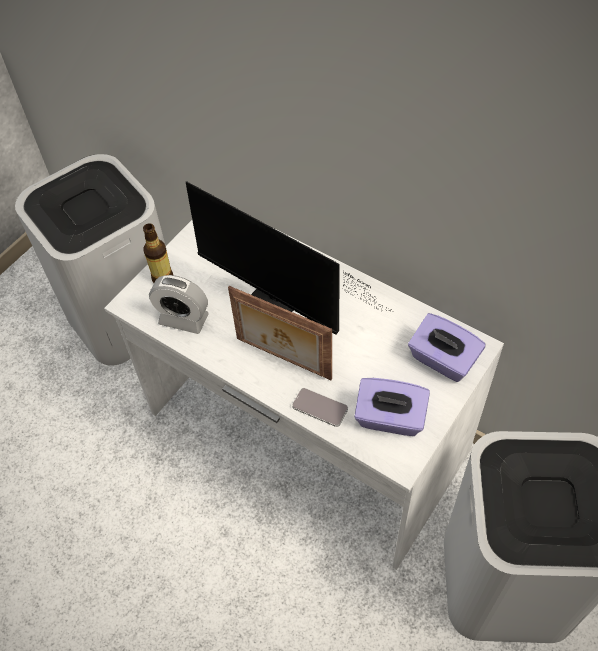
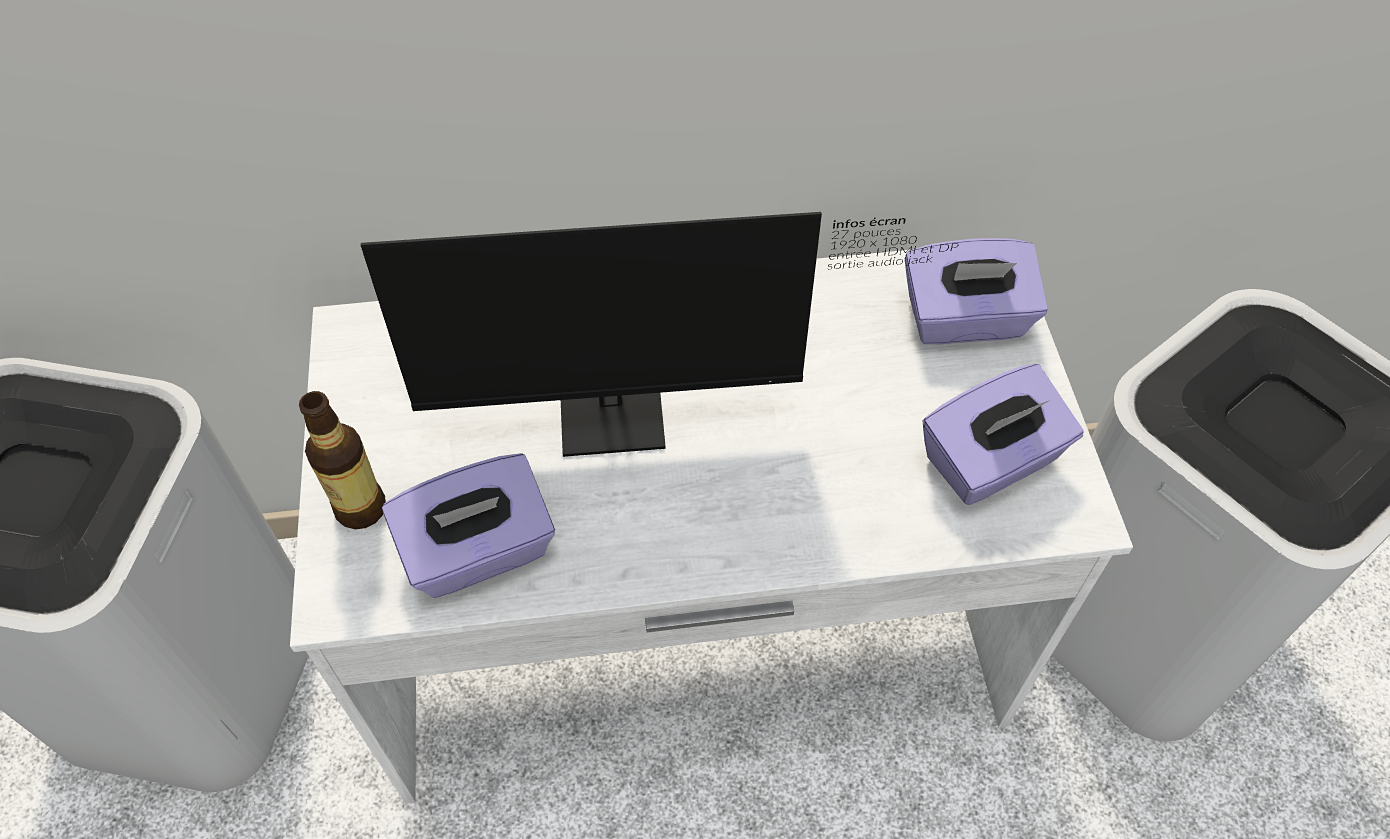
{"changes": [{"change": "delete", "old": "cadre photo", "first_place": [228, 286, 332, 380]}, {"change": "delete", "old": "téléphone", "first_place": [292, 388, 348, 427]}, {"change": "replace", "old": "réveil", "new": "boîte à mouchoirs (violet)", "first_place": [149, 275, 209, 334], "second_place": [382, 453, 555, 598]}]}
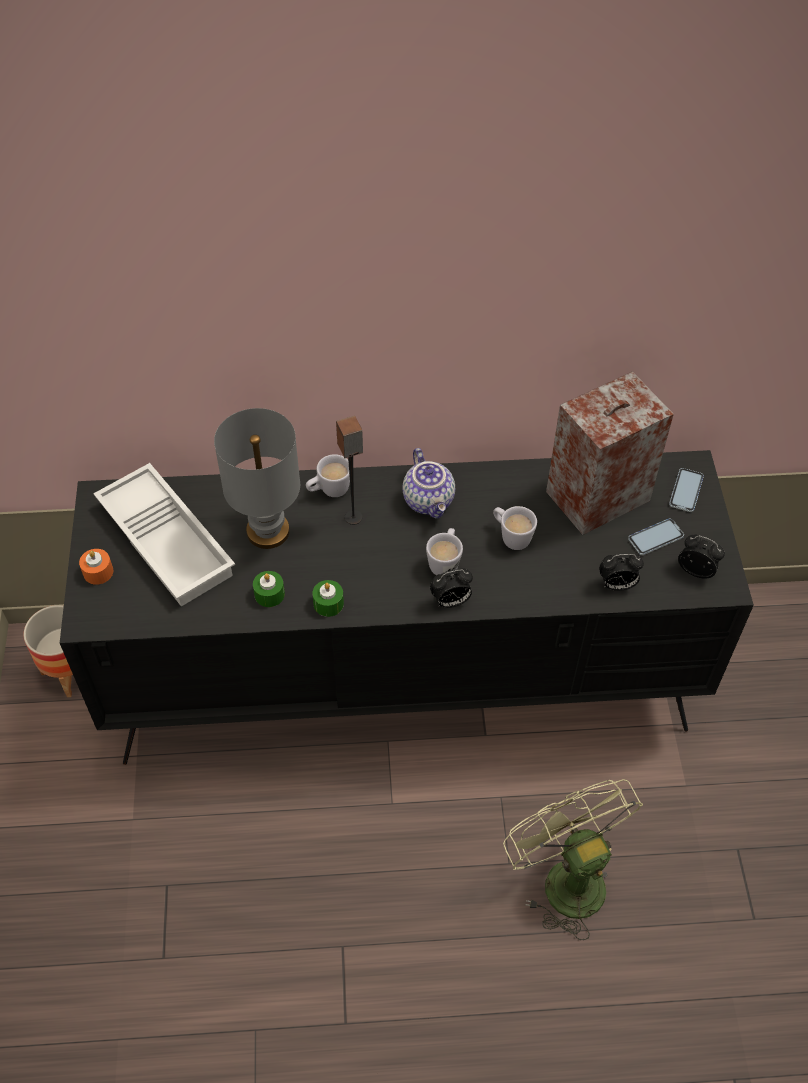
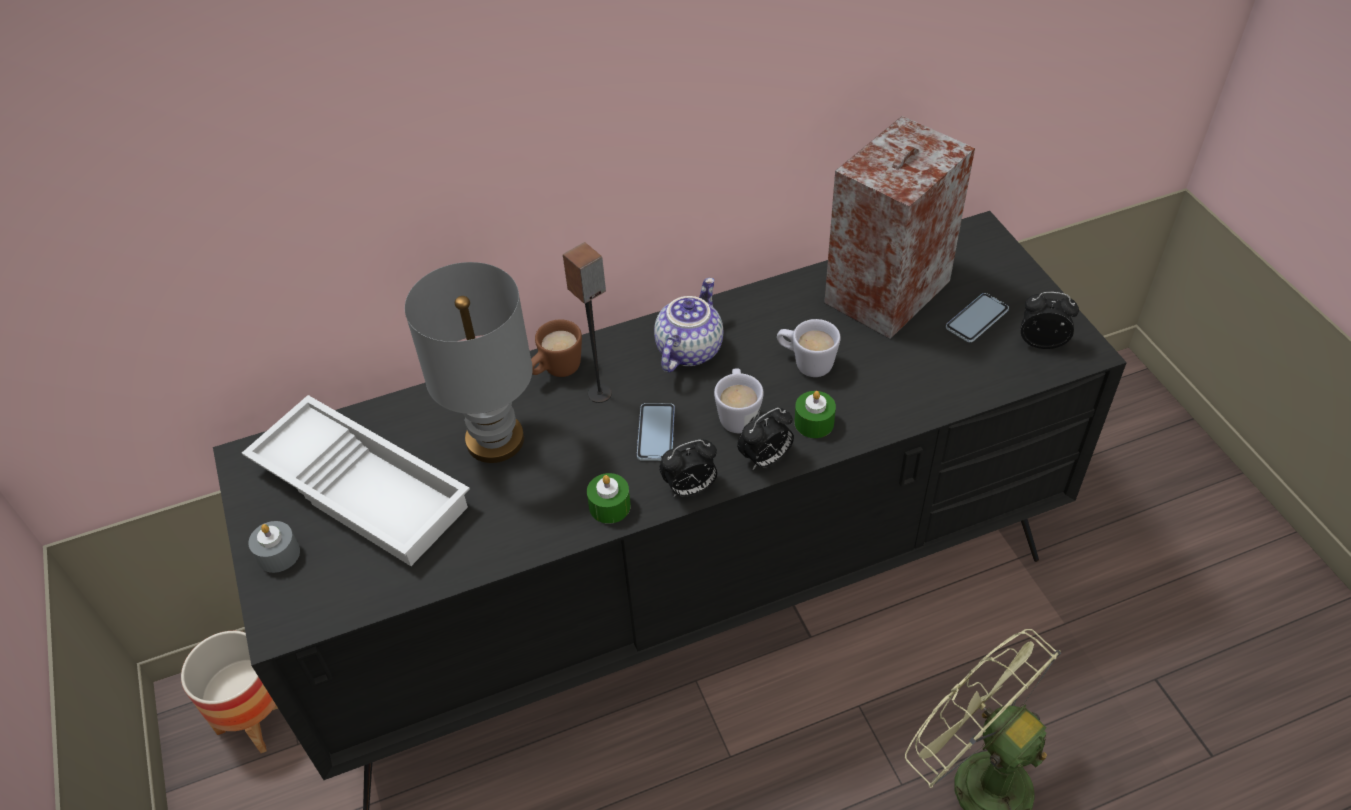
{"changes": [{"change": "move", "old": "bougie (vert)", "first_place": [253, 571, 285, 607], "second_place": [794, 391, 836, 438]}, {"change": "move", "old": "réveil", "first_place": [599, 554, 644, 591], "second_place": [659, 440, 717, 497]}, {"change": "move", "old": "téléphone", "first_place": [669, 468, 704, 512], "second_place": [637, 403, 675, 461]}, {"change": "recolor", "old": "bougie (orange)", "new": "bougie (gris)", "first_place": [79, 549, 113, 585], "second_place": [248, 521, 300, 573]}, {"change": "recolor", "old": "mug (blanc)", "new": "mug (marron)", "first_place": [306, 454, 350, 497], "second_place": [531, 319, 582, 377]}, {"change": "rotate", "old": "théière", "first_place": [403, 448, 455, 518], "second_place": [654, 278, 723, 372], "degrees": -120}]}
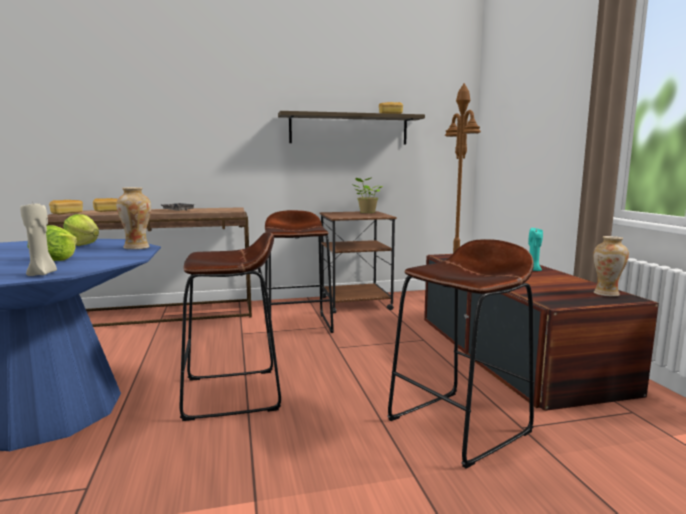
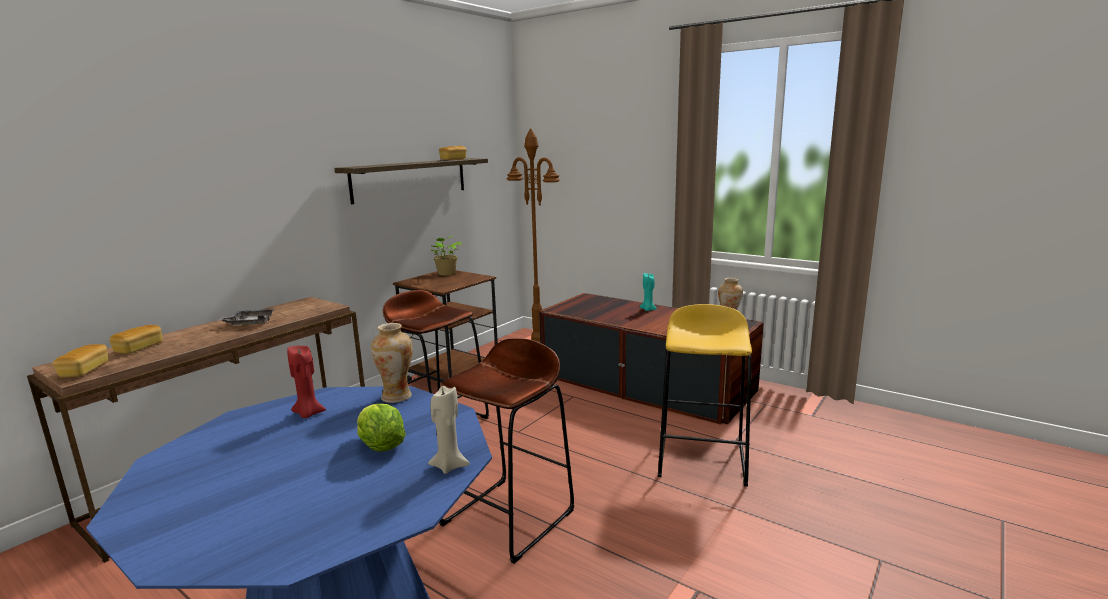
{"changes": [{"change": "replace", "old": "laitue", "new": "bougie (rouge)", "first_place": [63, 214, 99, 246], "second_place": [287, 345, 326, 418]}, {"change": "recolor", "old": "tabouret (marron)", "new": "tabouret (jaune)", "first_place": [387, 239, 534, 469], "second_place": [658, 304, 752, 486]}]}
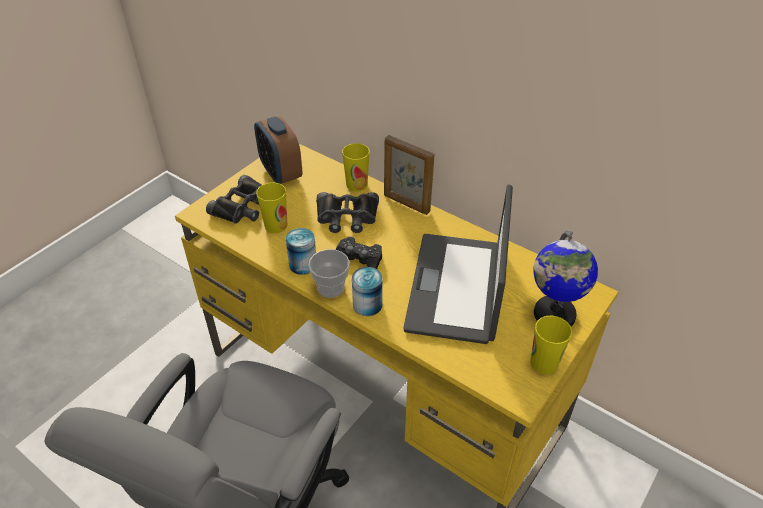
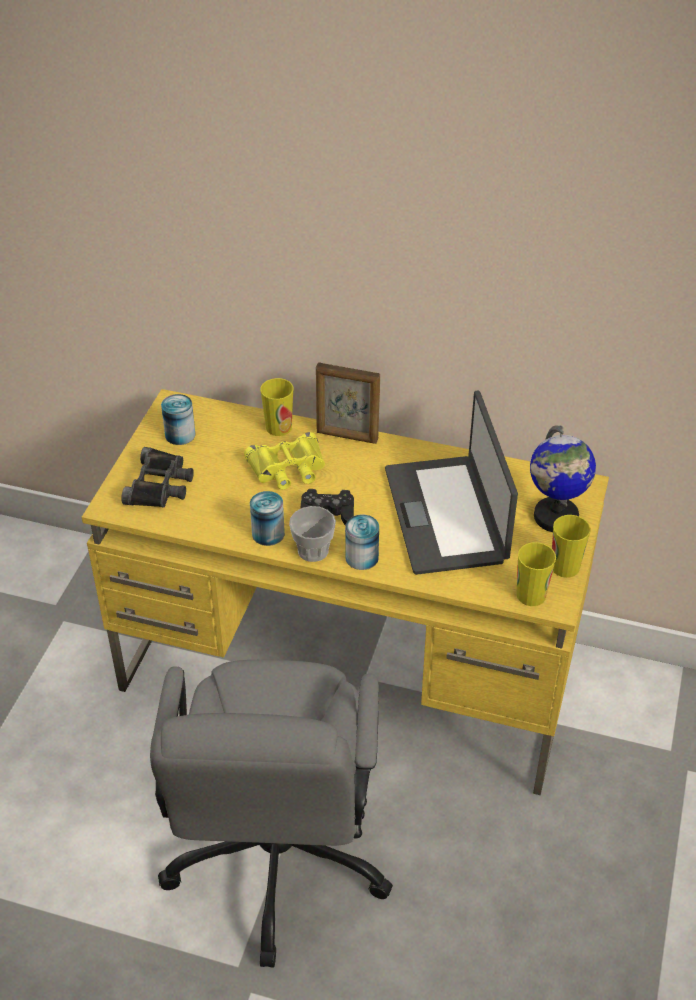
{"changes": [{"change": "move", "old": "tasse", "first_place": [256, 182, 287, 233], "second_place": [517, 542, 556, 606]}, {"change": "replace", "old": "réveil", "new": "boîte métallique", "first_place": [254, 116, 303, 184], "second_place": [161, 394, 196, 445]}, {"change": "recolor", "old": "jumelles (noir)", "new": "jumelles (jaune)", "first_place": [316, 192, 379, 233], "second_place": [244, 432, 325, 490]}]}
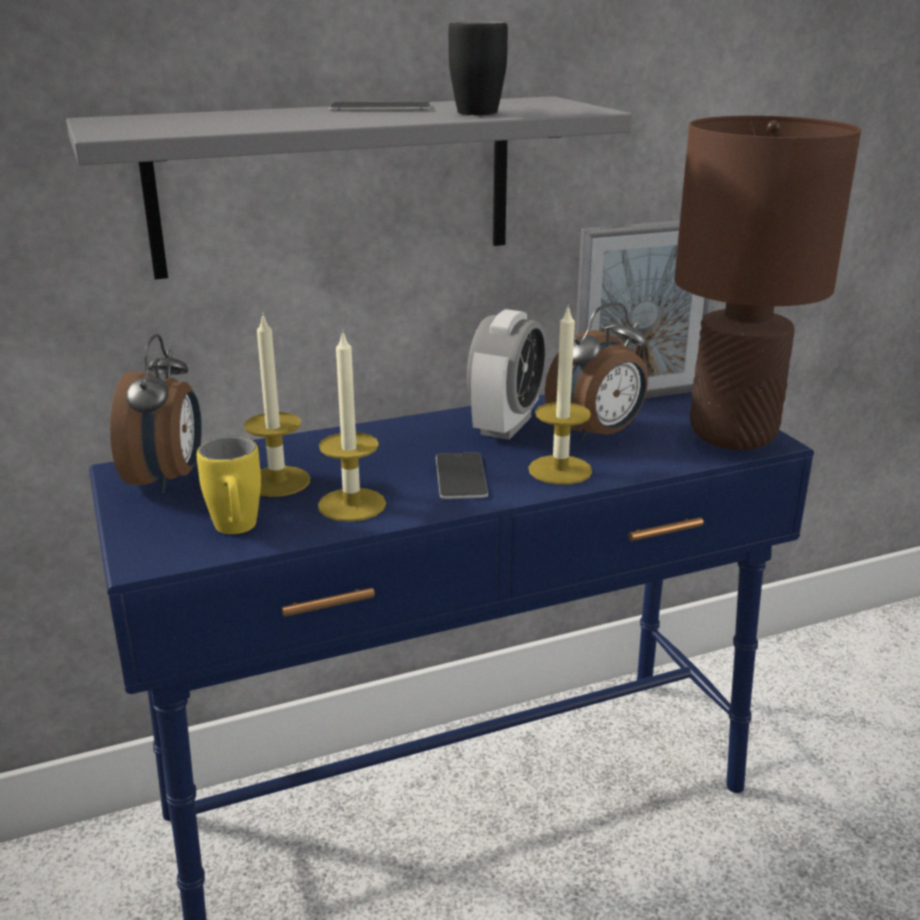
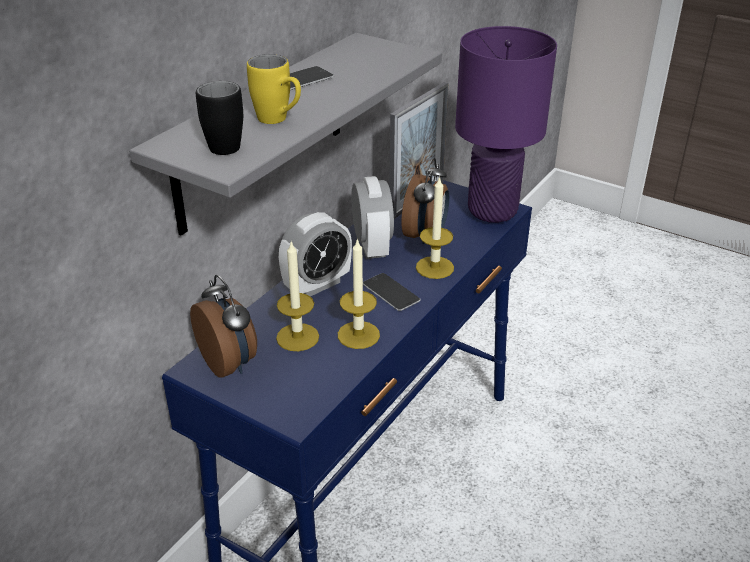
{"changes": [{"change": "insert", "new": "réveil", "second_place": [279, 212, 352, 296]}, {"change": "move", "old": "mug (jaune)", "first_place": [197, 436, 261, 534], "second_place": [247, 54, 301, 124]}, {"change": "move", "old": "mug (noir)", "first_place": [448, 21, 508, 115], "second_place": [196, 81, 243, 155]}, {"change": "recolor", "old": "lampe de table (marron)", "new": "lampe de table (violet)", "first_place": [674, 115, 861, 450], "second_place": [455, 26, 557, 223]}]}
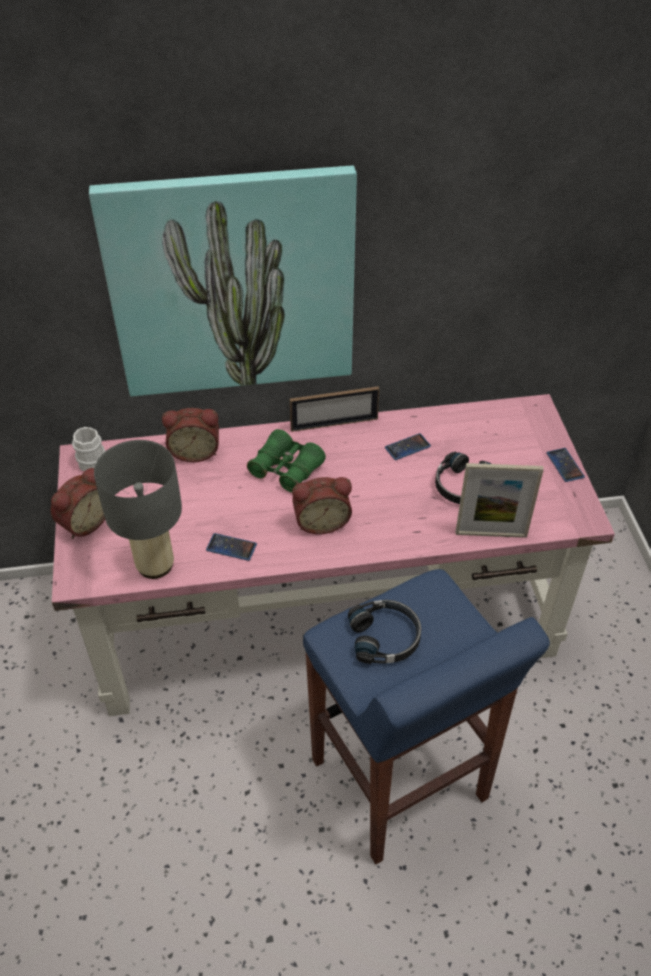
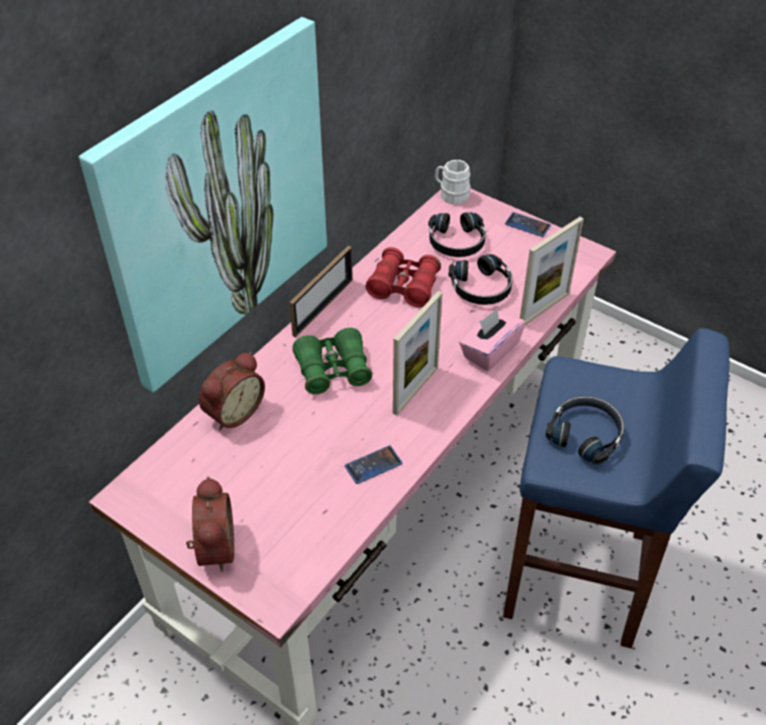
{"changes": [{"change": "delete", "old": "lampe de table (gris)", "first_place": [94, 440, 182, 579]}, {"change": "insert", "new": "casque audio (noir)", "second_place": [428, 212, 486, 257]}, {"change": "insert", "new": "boîte à mouchoirs (rose)", "second_place": [459, 308, 525, 371]}, {"change": "move", "old": "mug (blanc)", "first_place": [72, 427, 105, 471], "second_place": [435, 160, 471, 204]}, {"change": "replace", "old": "réveil", "new": "cadre photo", "first_place": [292, 477, 352, 534], "second_place": [393, 291, 443, 415]}, {"change": "replace", "old": "téléphone", "new": "jumelles (rouge)", "first_place": [385, 433, 431, 460], "second_place": [366, 247, 441, 307]}]}
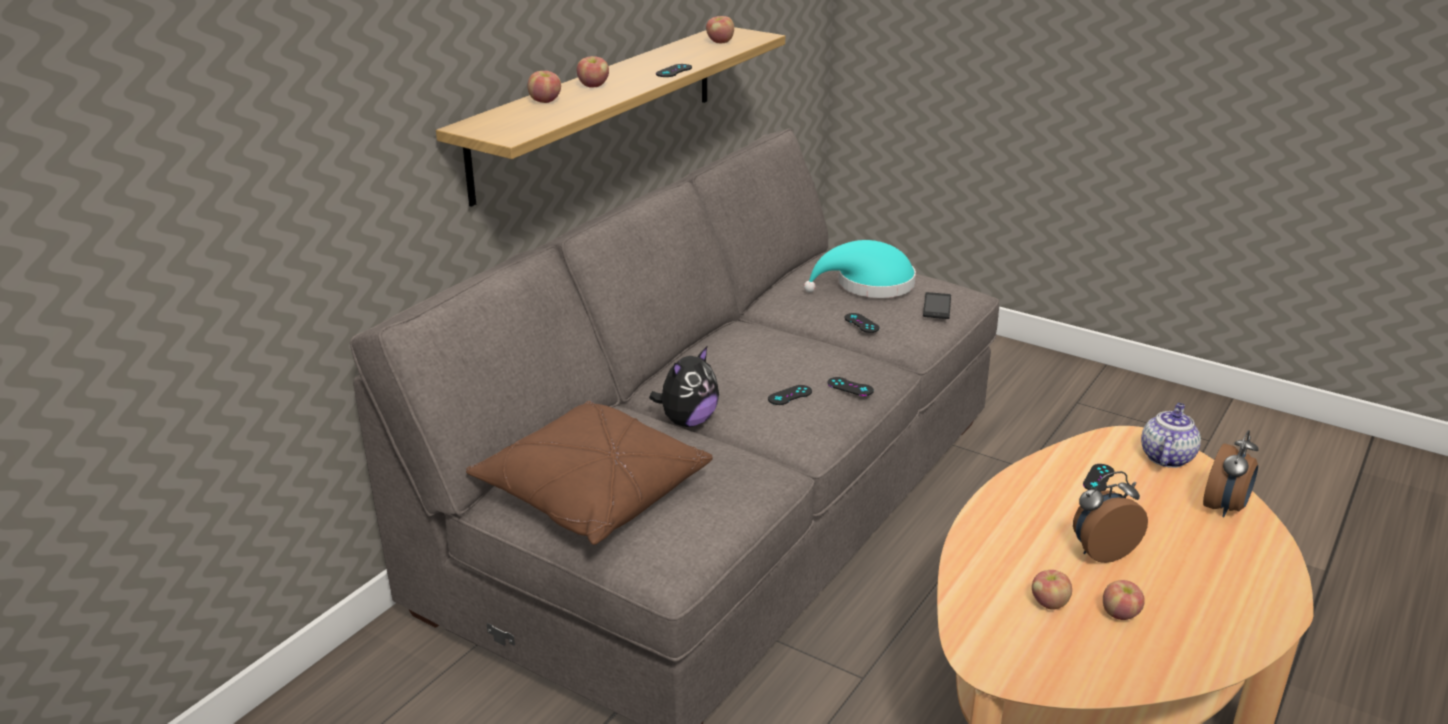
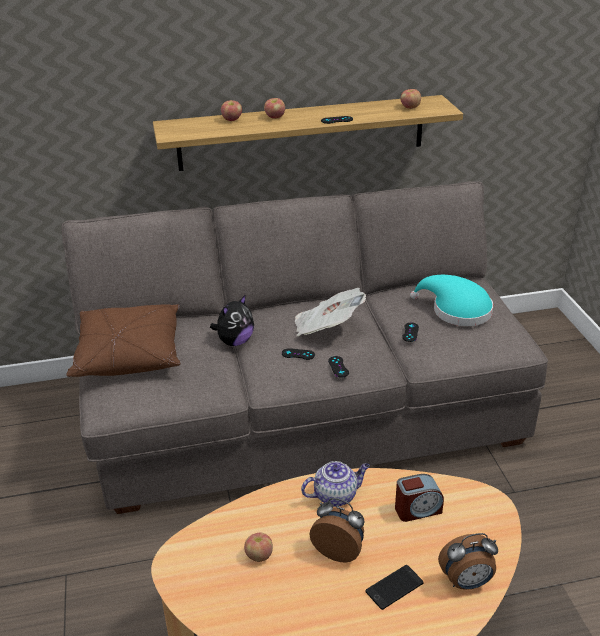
{"changes": [{"change": "delete", "old": "pomme", "first_place": [1103, 580, 1145, 620]}, {"change": "insert", "new": "journal", "second_place": [295, 288, 366, 336]}, {"change": "move", "old": "téléphone", "first_place": [923, 292, 951, 319], "second_place": [366, 565, 424, 610]}, {"change": "move", "old": "théière", "first_place": [1141, 403, 1201, 468], "second_place": [301, 461, 370, 507]}, {"change": "replace", "old": "manette (noir)", "new": "réveil", "first_place": [1083, 464, 1115, 492], "second_place": [395, 474, 444, 522]}, {"change": "rotate", "old": "peluche", "first_place": [649, 347, 719, 427], "second_place": [210, 295, 254, 346], "degrees": -45}]}
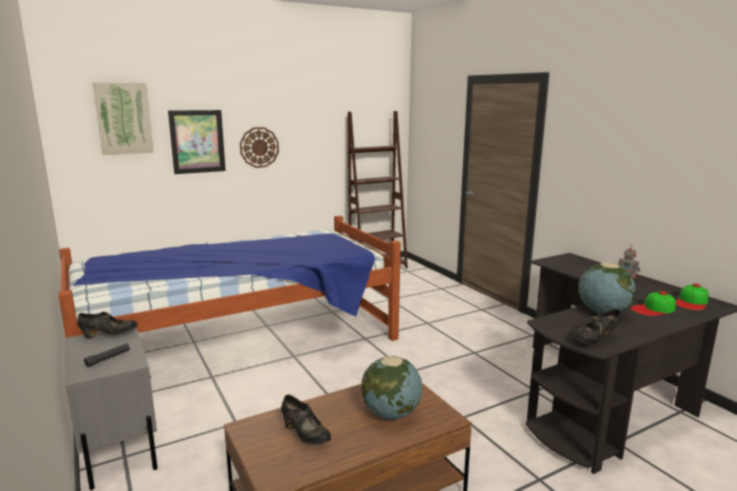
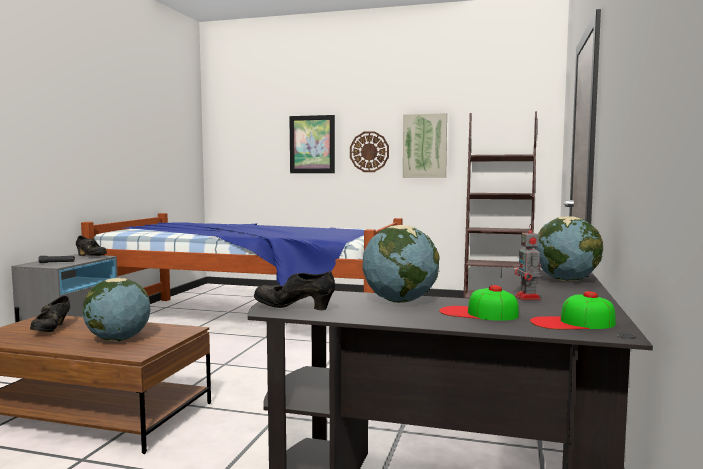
{"changes": [{"change": "insert", "new": "globe", "second_place": [534, 217, 603, 281]}, {"change": "move", "old": "tableau", "first_place": [93, 82, 154, 155], "second_place": [403, 113, 447, 178]}]}
